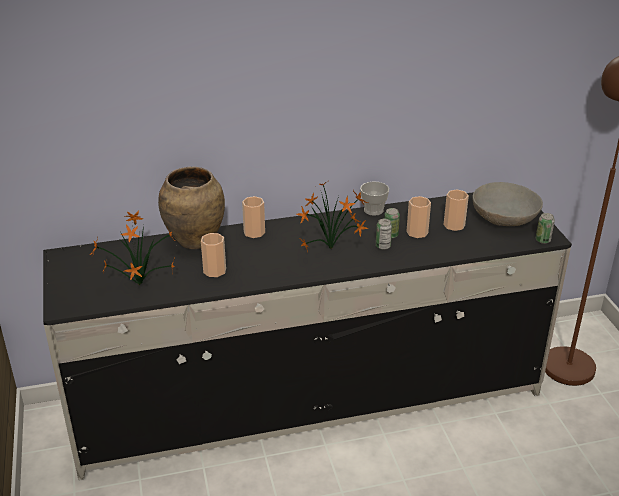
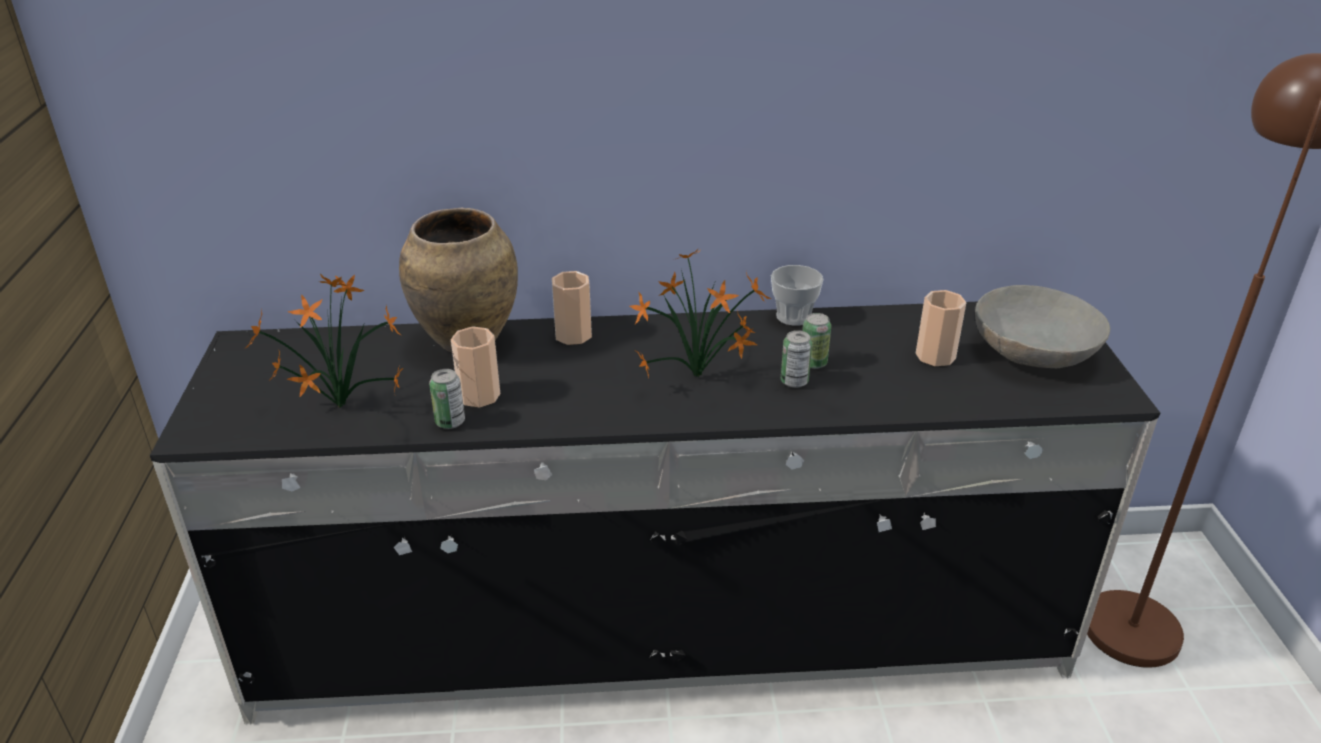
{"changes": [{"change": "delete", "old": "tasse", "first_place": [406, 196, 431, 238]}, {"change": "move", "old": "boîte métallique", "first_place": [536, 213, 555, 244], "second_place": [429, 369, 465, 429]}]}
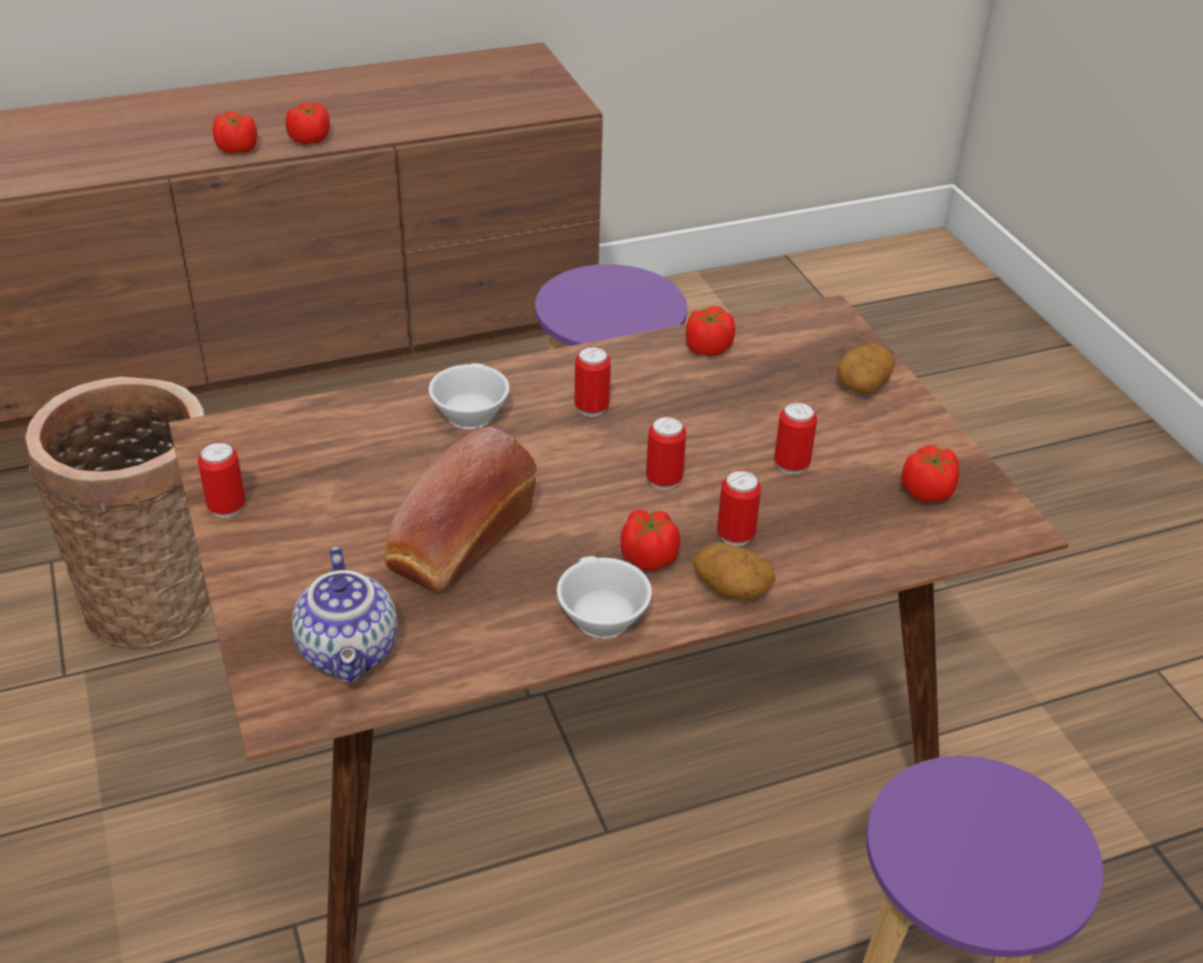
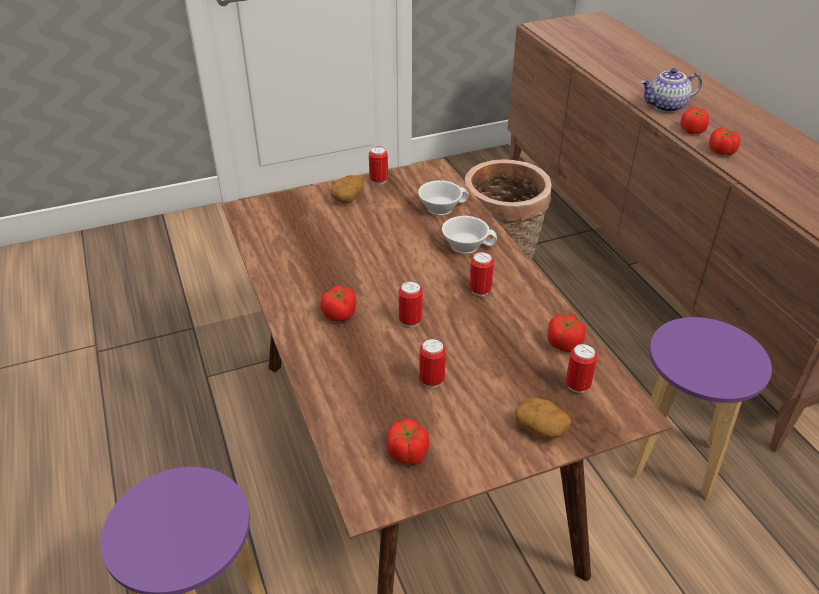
{"changes": [{"change": "delete", "old": "pain", "first_place": [384, 427, 537, 592]}, {"change": "move", "old": "théière", "first_place": [292, 547, 397, 683], "second_place": [641, 68, 702, 113]}, {"change": "move", "old": "tasse (blanc)", "first_place": [557, 556, 652, 639], "second_place": [418, 180, 469, 215]}, {"change": "move", "old": "pomme de terre", "first_place": [693, 542, 775, 600], "second_place": [331, 175, 364, 204]}, {"change": "move", "old": "boîte métallique", "first_place": [717, 470, 761, 546], "second_place": [566, 344, 597, 393]}]}
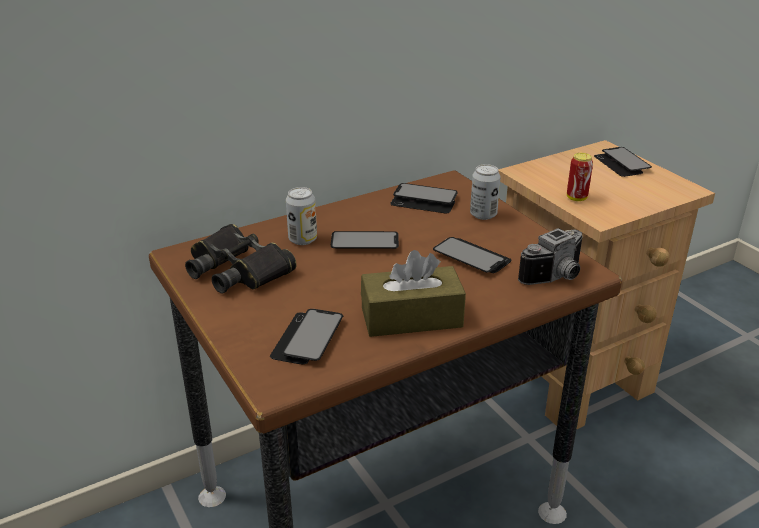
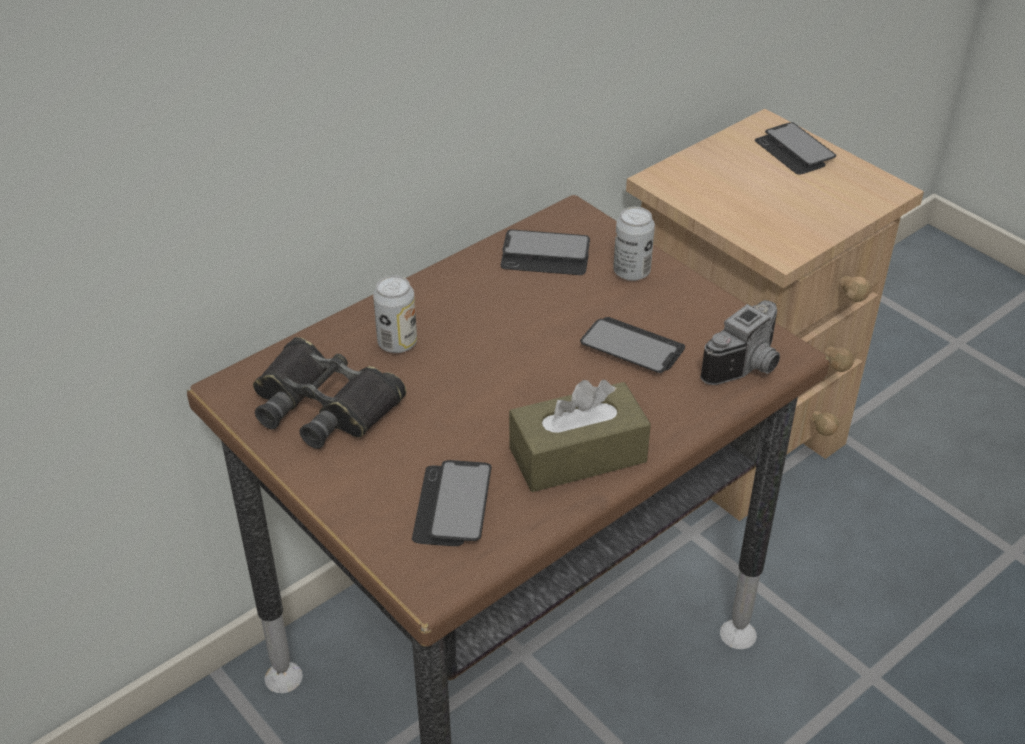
{"changes": [{"change": "delete", "old": "téléphone", "first_place": [331, 231, 399, 249]}, {"change": "delete", "old": "boîte métallique", "first_place": [567, 153, 593, 201]}]}
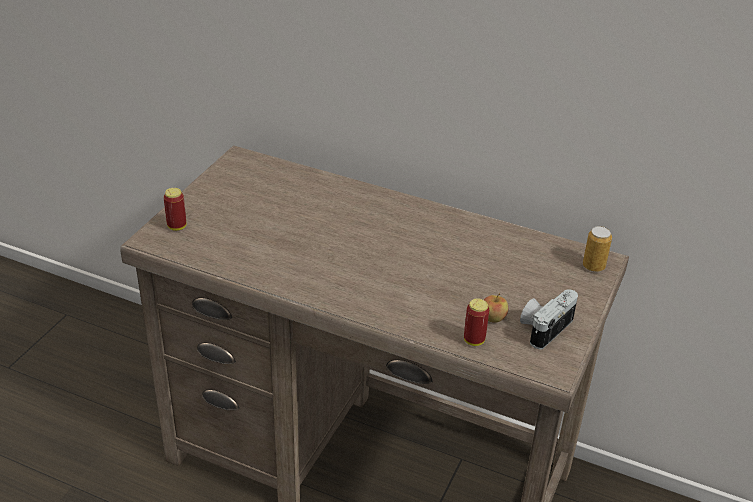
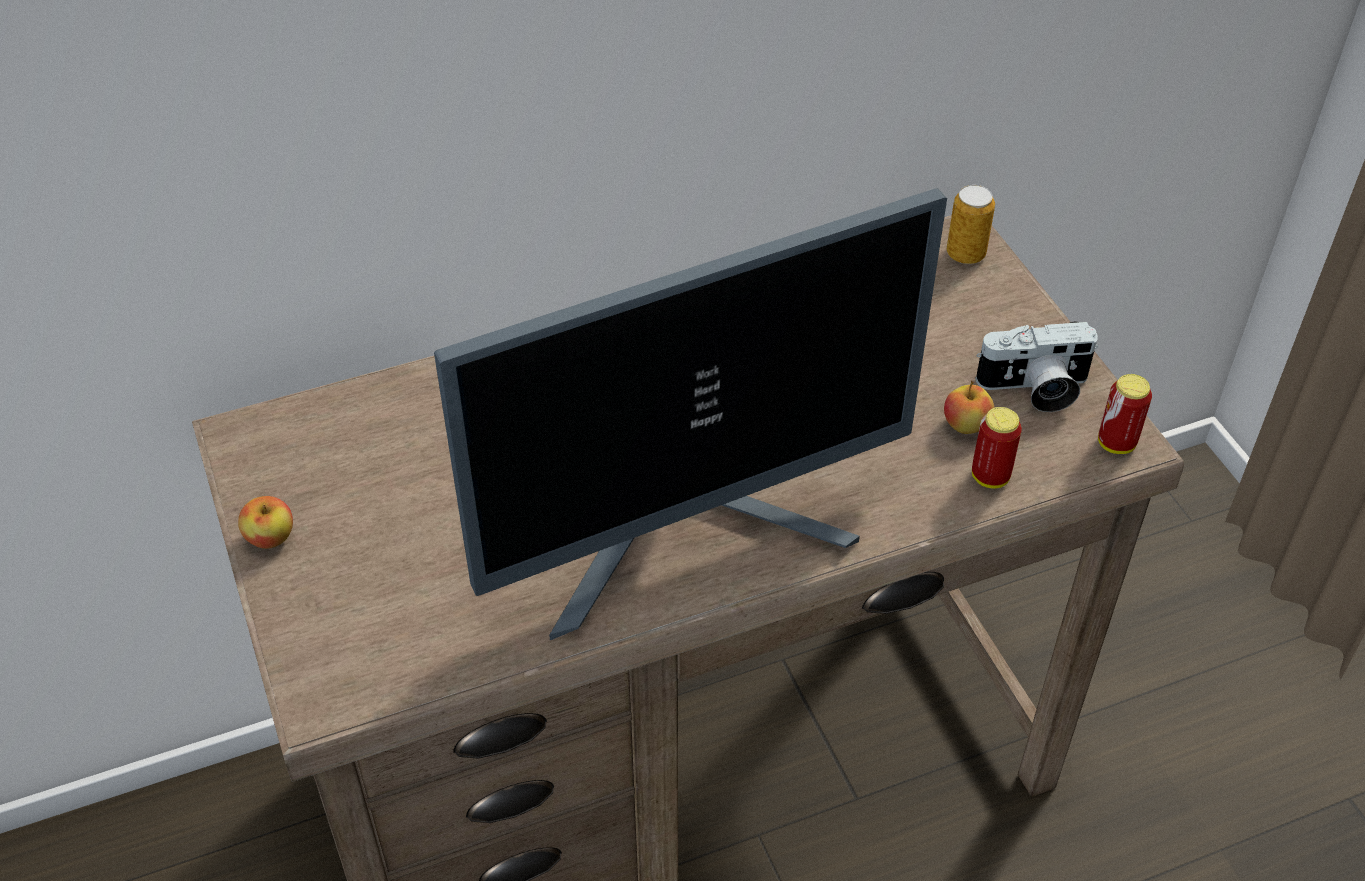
{"changes": [{"change": "insert", "new": "pomme", "second_place": [238, 496, 293, 549]}, {"change": "insert", "new": "écran d'ordinateur", "second_place": [434, 188, 947, 640]}, {"change": "move", "old": "boîte métallique", "first_place": [164, 188, 186, 231], "second_place": [1098, 374, 1152, 454]}, {"change": "rotate", "old": "appareil photo", "first_place": [520, 289, 578, 350], "second_place": [975, 321, 1098, 412], "degrees": -90}]}
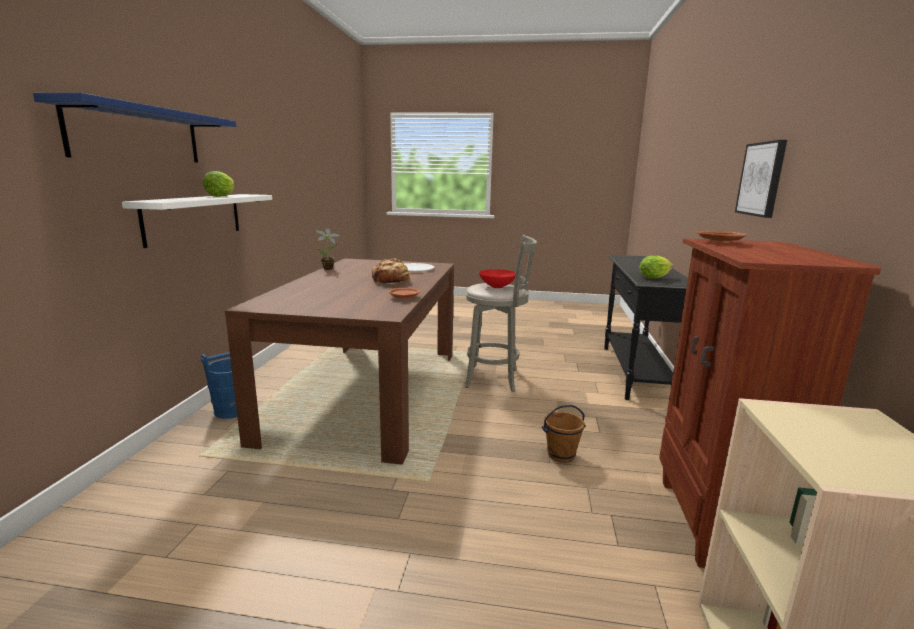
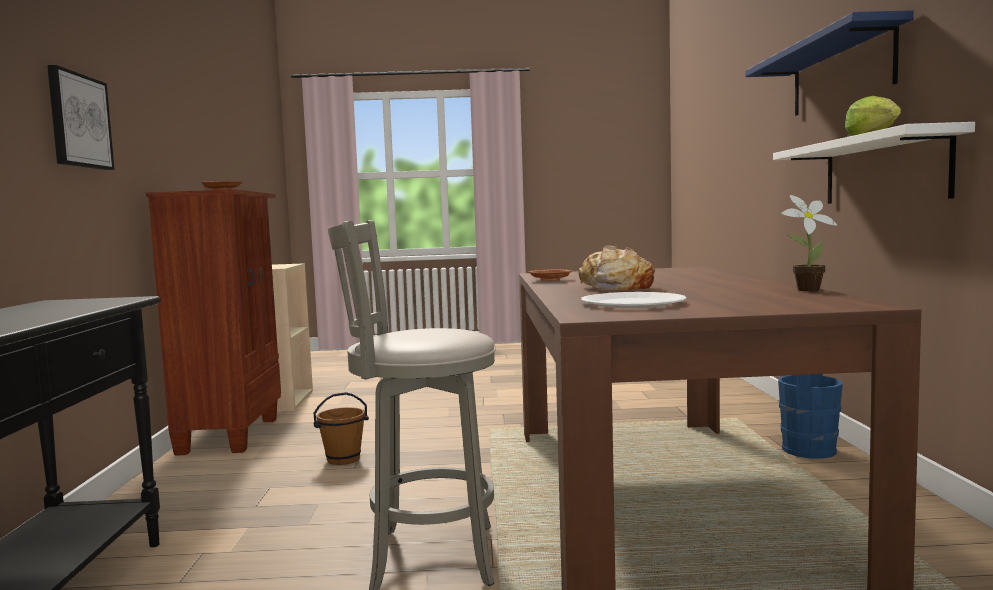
{"changes": [{"change": "delete", "old": "bol (rouge)", "first_place": [479, 269, 516, 288]}, {"change": "delete", "old": "laitue", "first_place": [639, 256, 673, 279]}]}
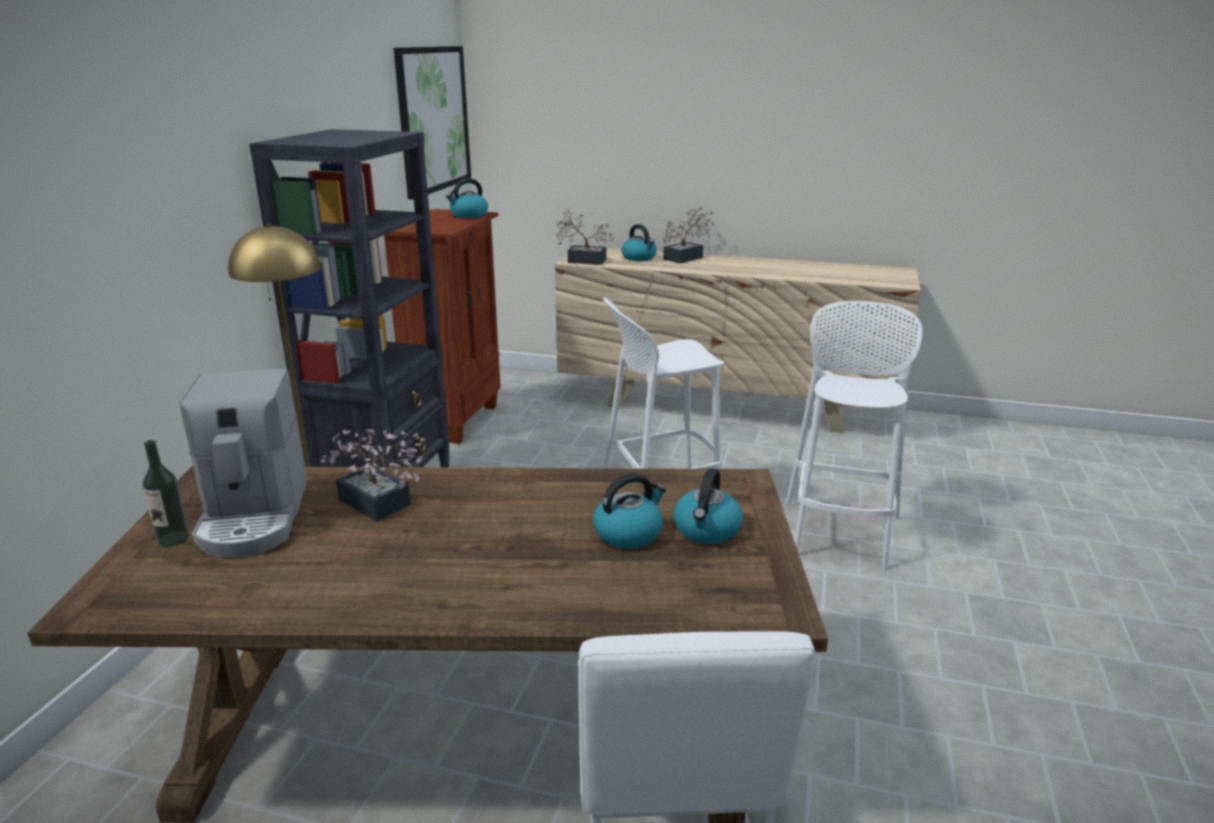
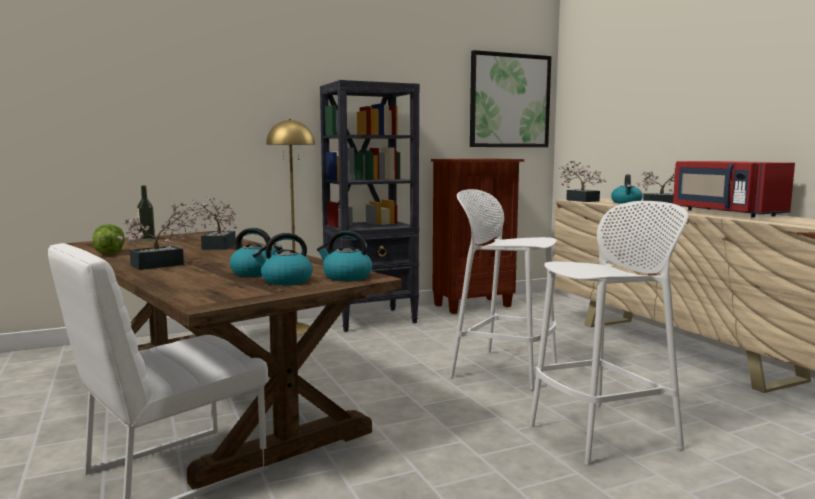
{"changes": [{"change": "delete", "old": "machine à café", "first_place": [180, 369, 307, 558]}, {"change": "insert", "new": "laitue", "second_place": [92, 224, 125, 254]}, {"change": "insert", "new": "plante en pot", "second_place": [118, 202, 198, 270]}, {"change": "insert", "new": "micro-ondes (rouge)", "second_place": [673, 161, 795, 218]}, {"change": "move", "old": "bouilloire", "first_place": [446, 178, 488, 218], "second_place": [317, 230, 373, 281]}]}
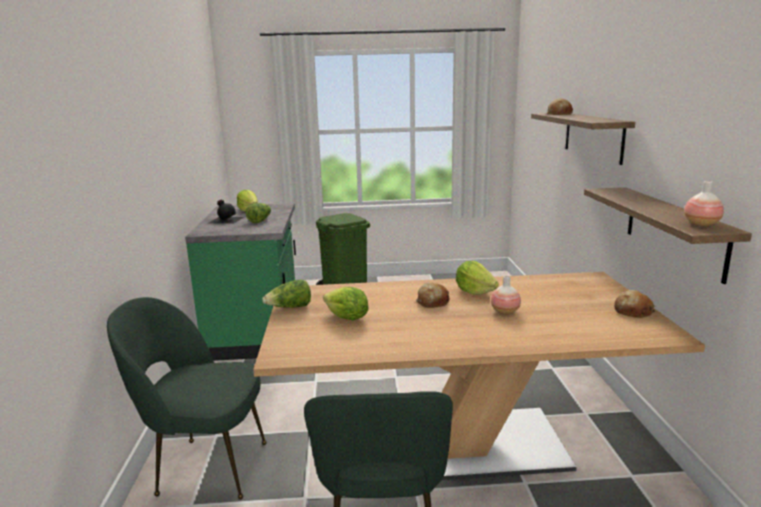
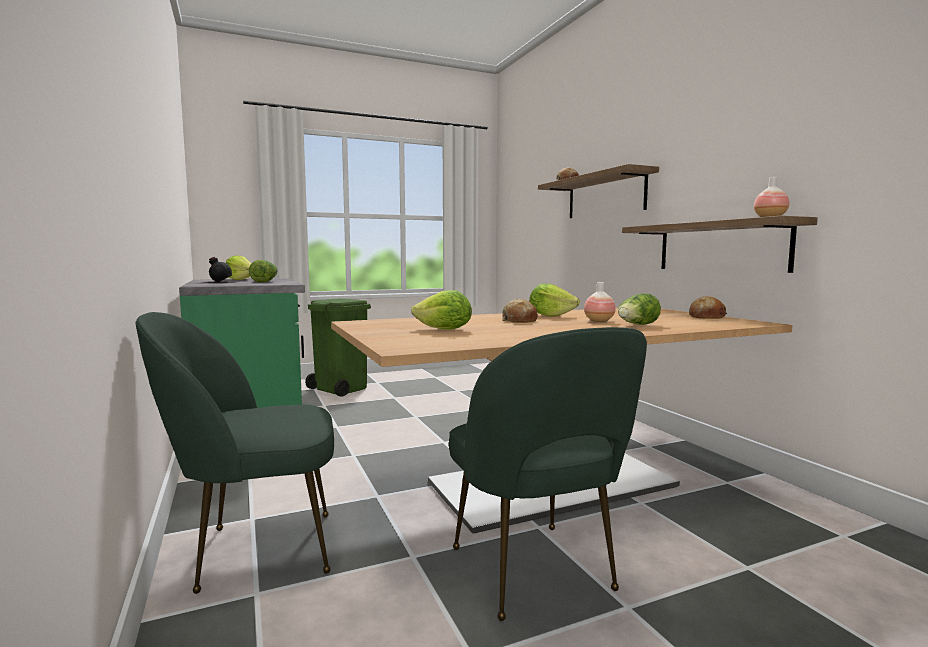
{"changes": [{"change": "move", "old": "laitue", "first_place": [262, 279, 311, 308], "second_place": [618, 293, 661, 325]}]}
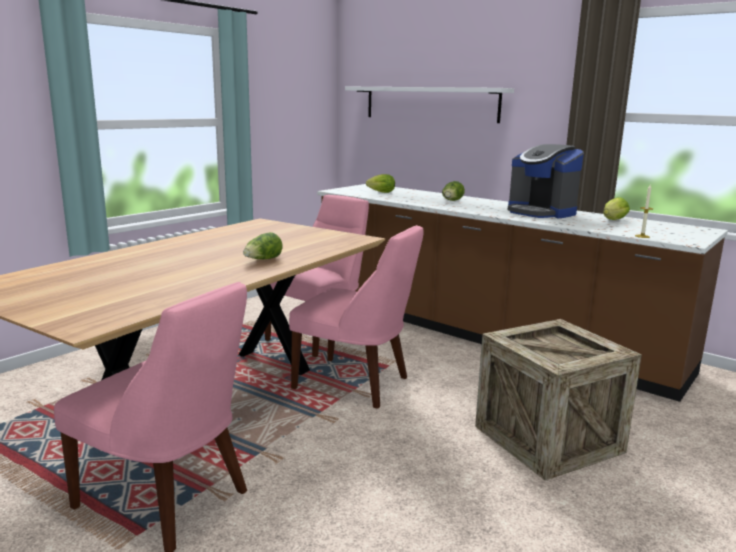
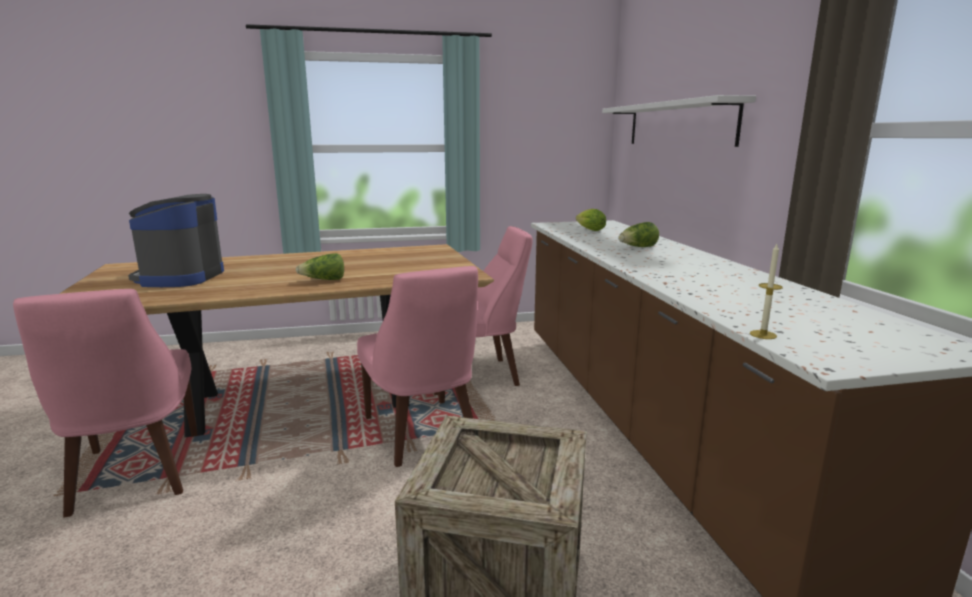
{"changes": [{"change": "delete", "old": "laitue", "first_place": [603, 197, 630, 220]}, {"change": "move", "old": "machine à café", "first_place": [507, 144, 584, 219], "second_place": [128, 194, 224, 287]}]}
